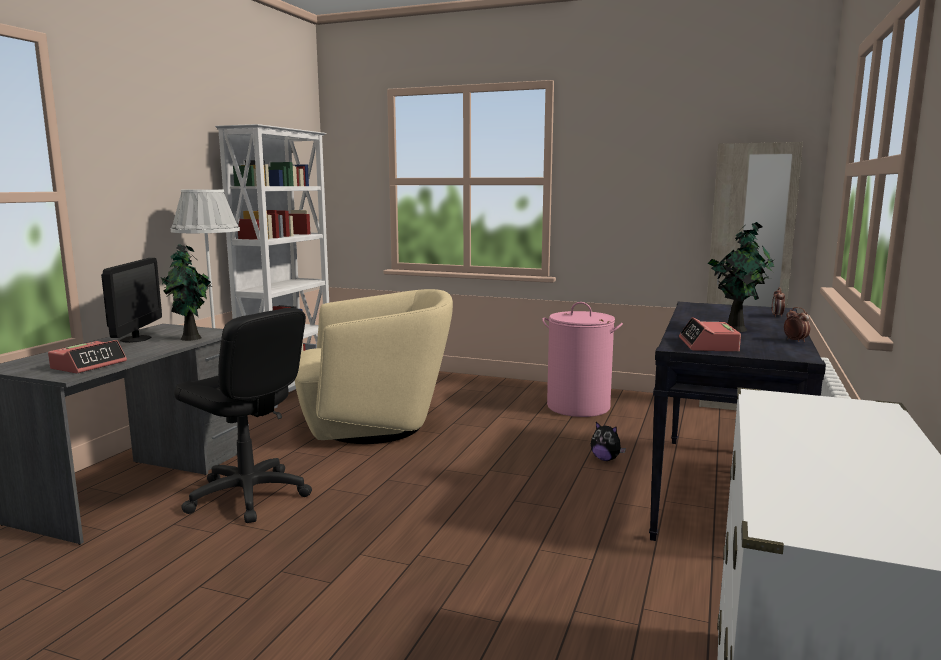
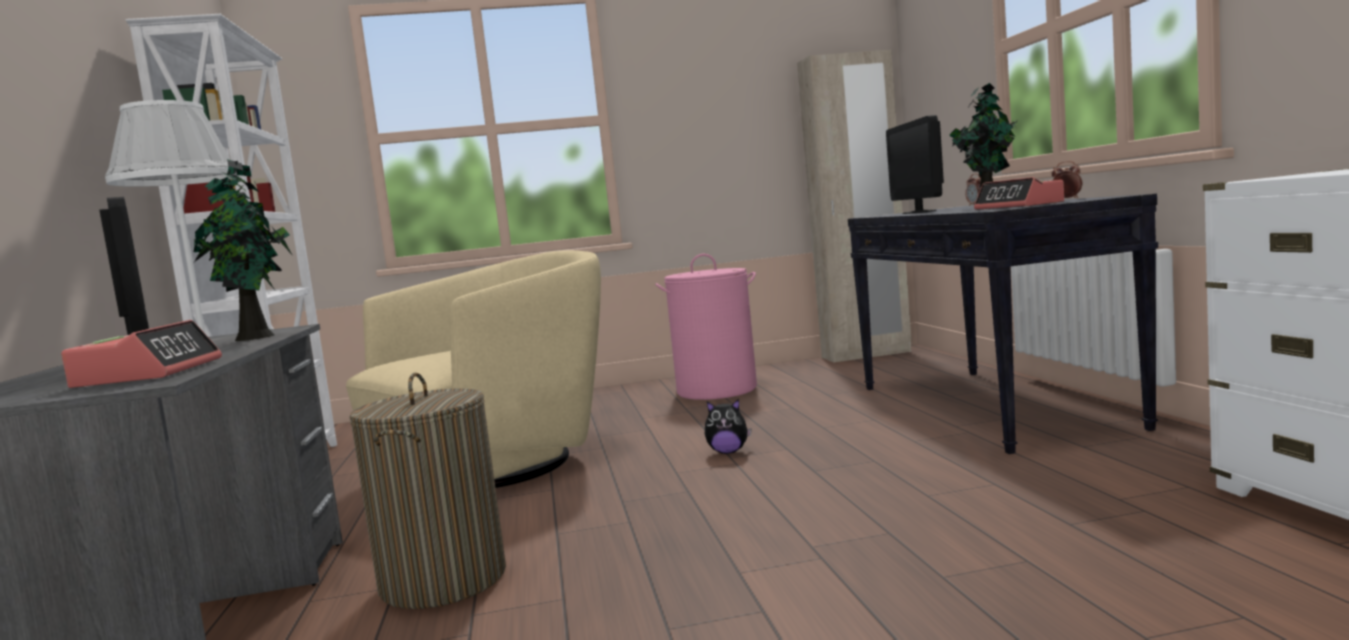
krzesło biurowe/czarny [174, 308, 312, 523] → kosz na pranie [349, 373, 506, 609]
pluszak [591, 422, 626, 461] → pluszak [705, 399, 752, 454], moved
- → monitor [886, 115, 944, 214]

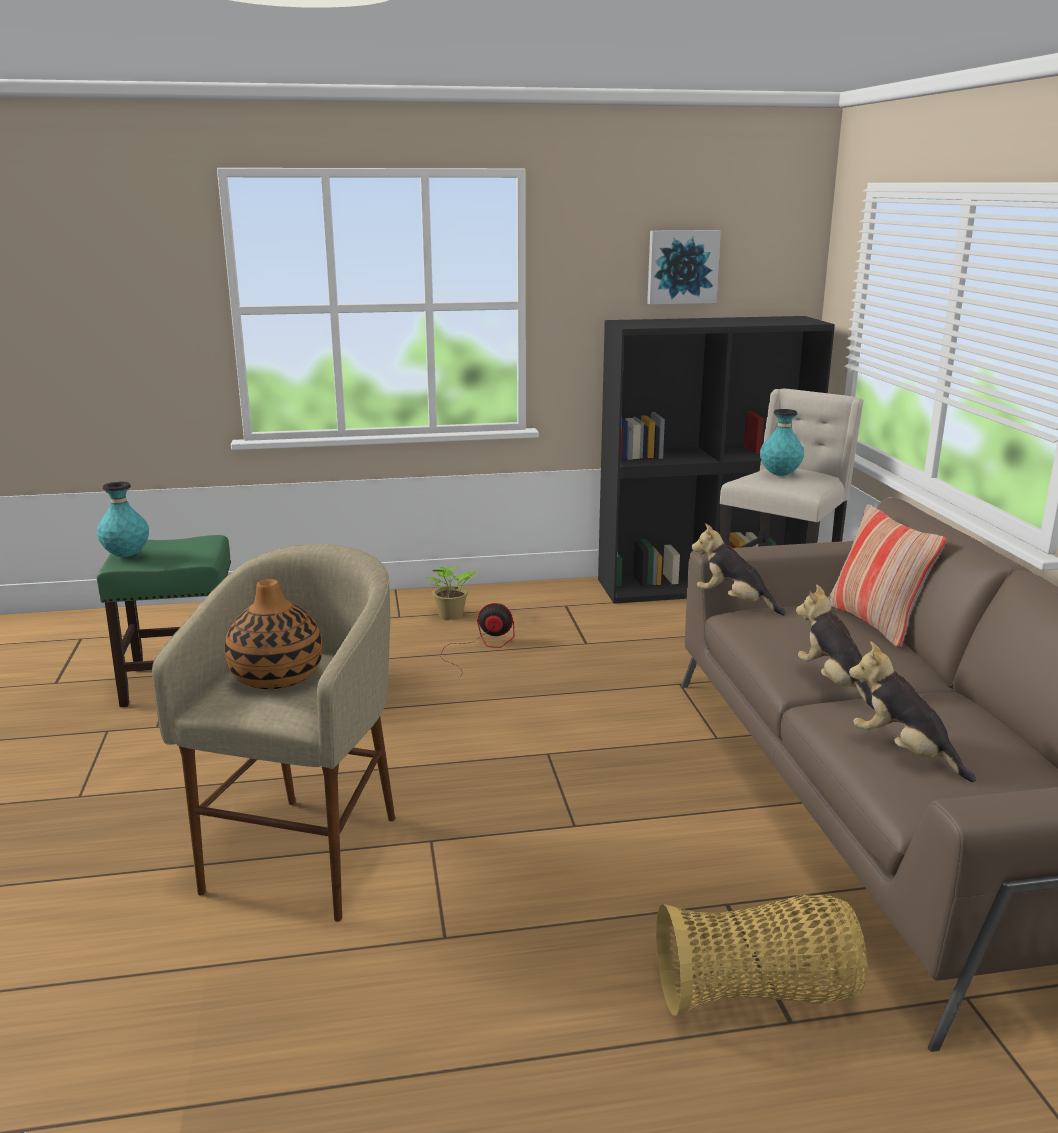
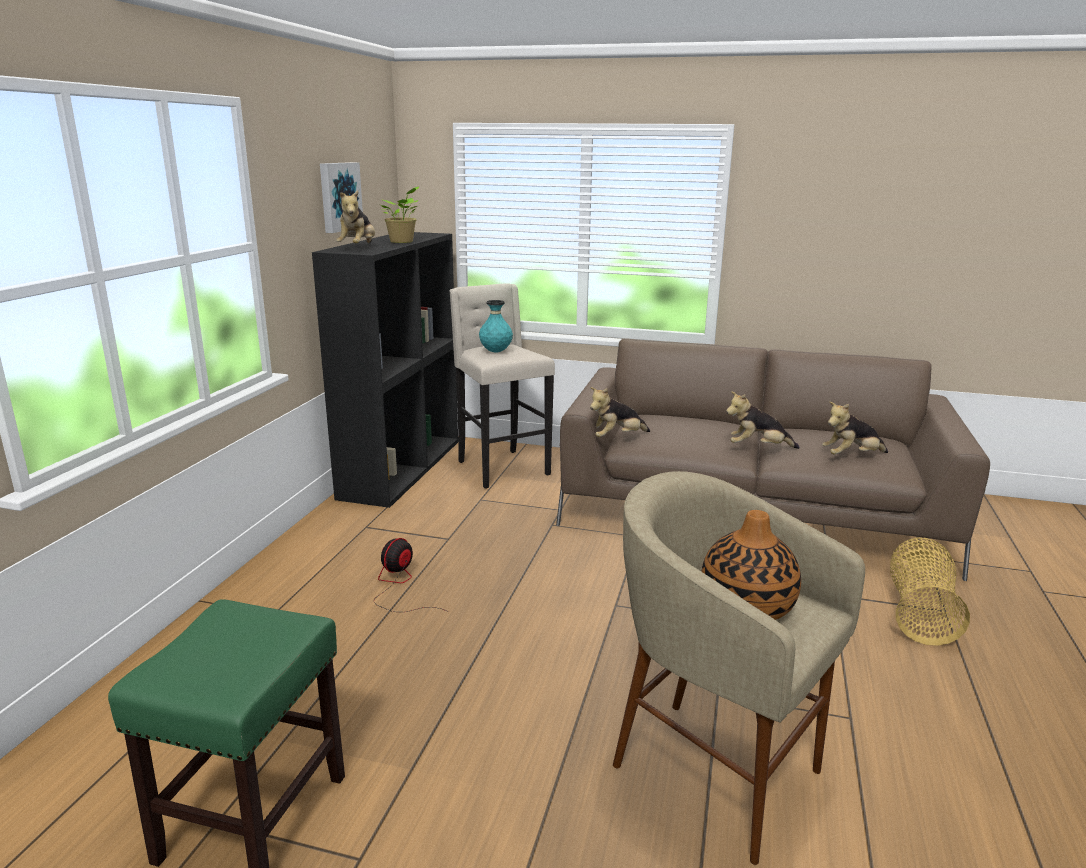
wazon/turkusowy [97, 482, 149, 557] → -
roślina doniczkowa [425, 565, 476, 620] → roślina doniczkowa [381, 186, 419, 243], moved
poduszka [828, 504, 947, 647] → -
- → pluszak [336, 191, 375, 244]

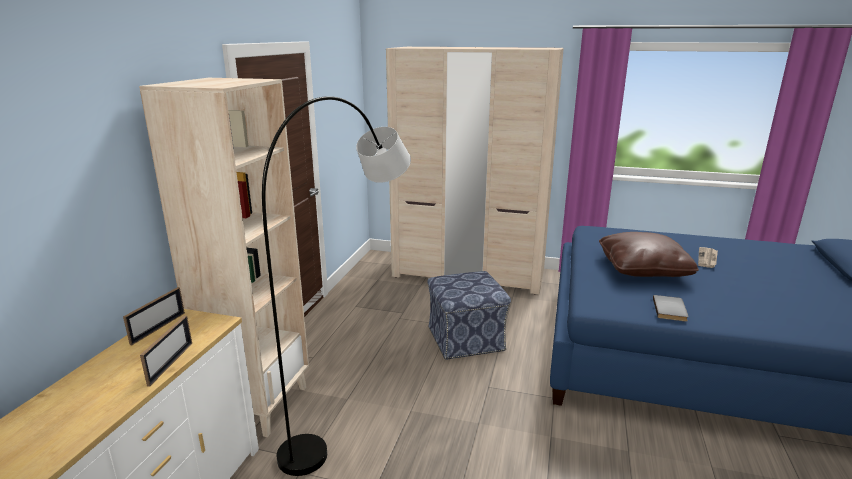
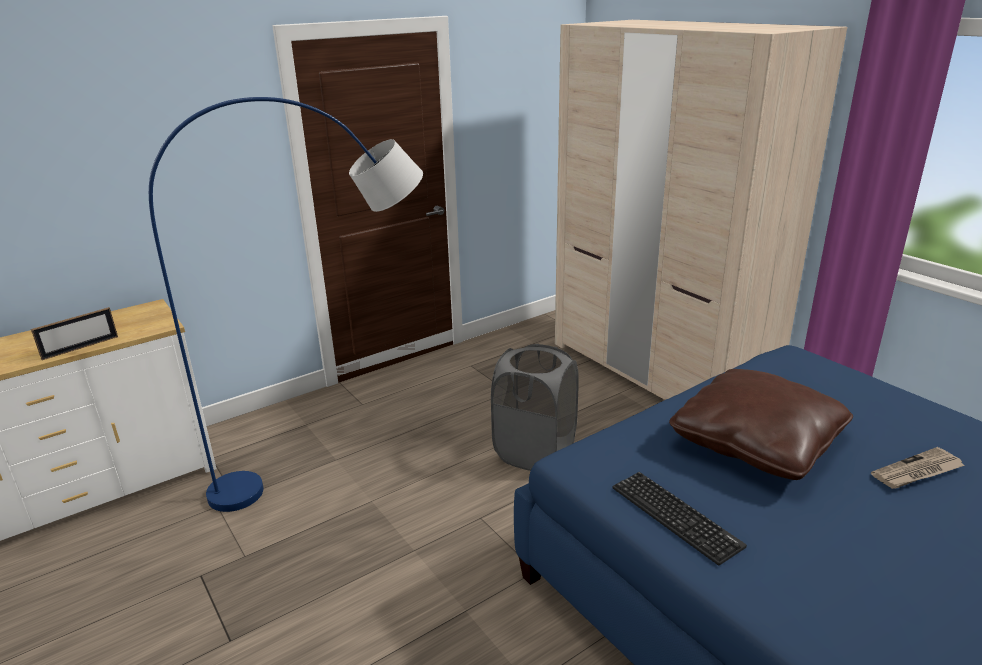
ramka na zdjęcie [123, 287, 185, 345] → -
regał/beżowy [139, 78, 309, 437] → -
lampa stojąca/szary [262, 96, 411, 476] → lampa stojąca/niebieski [149, 97, 423, 512]
pufa [427, 271, 511, 360] → kosz na pranie/szary [491, 344, 579, 471]
książka/szary [653, 295, 689, 322] → klawiatura [613, 472, 747, 565]

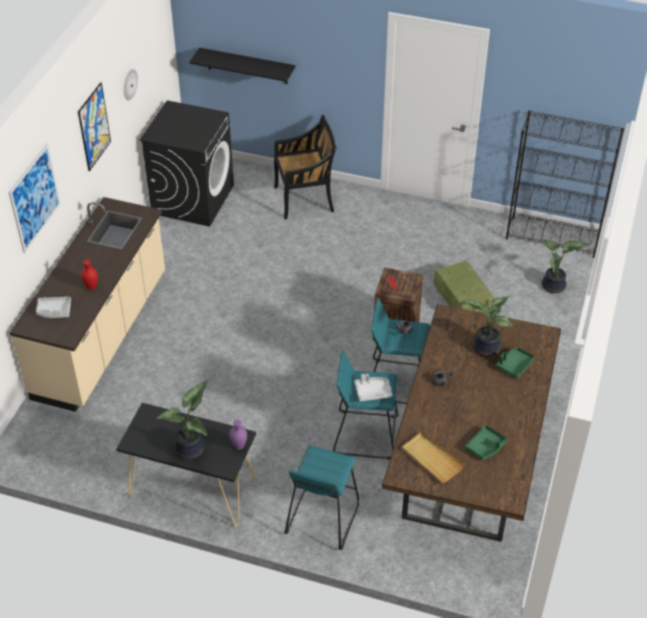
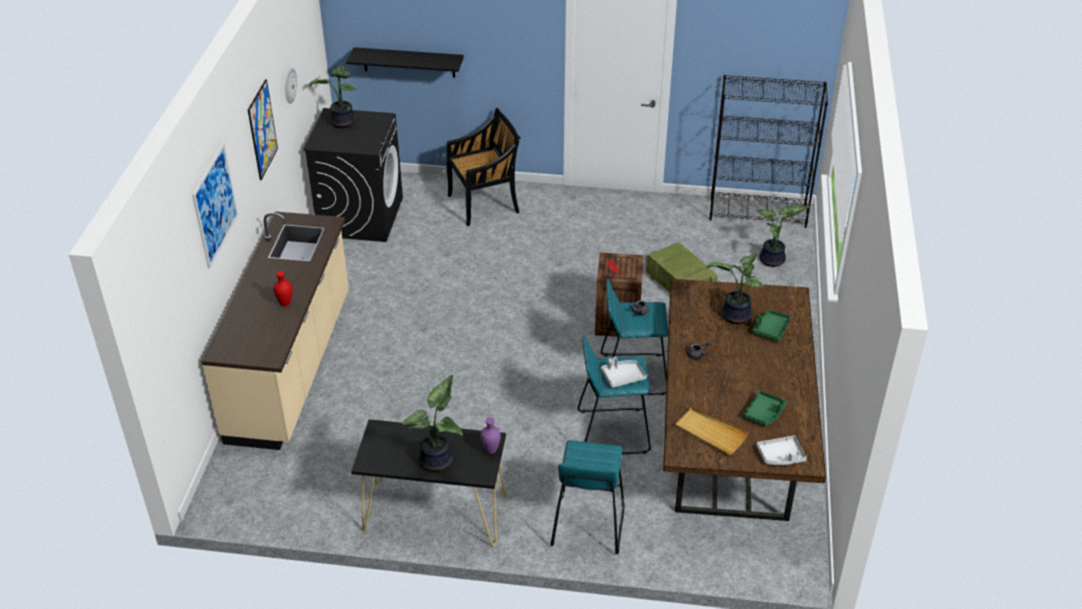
taca/szary [36, 297, 71, 318] → taca/szary [756, 436, 807, 465], moved
- → roślina doniczkowa [308, 65, 356, 128]

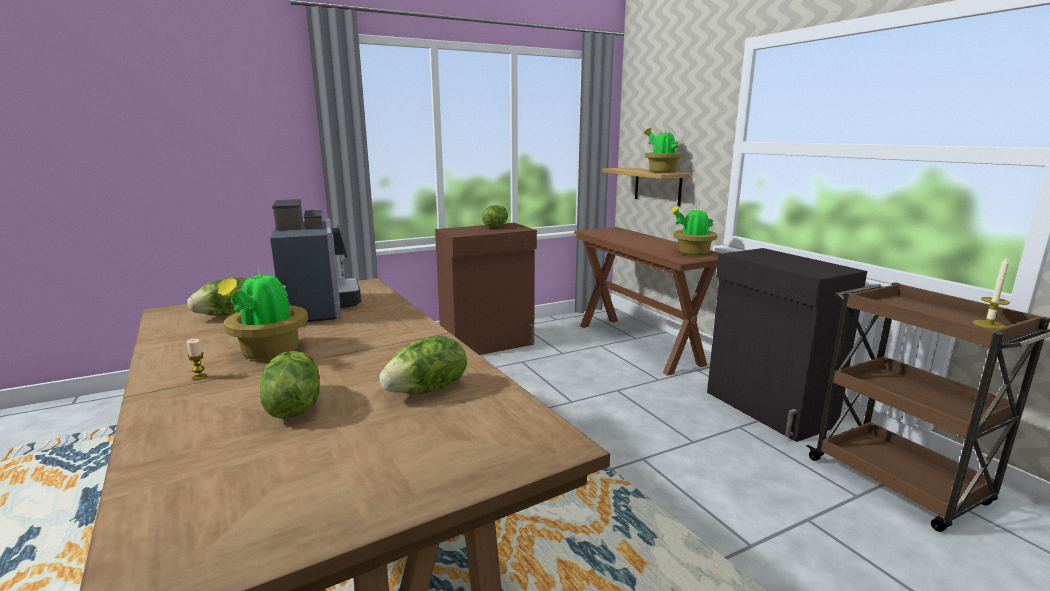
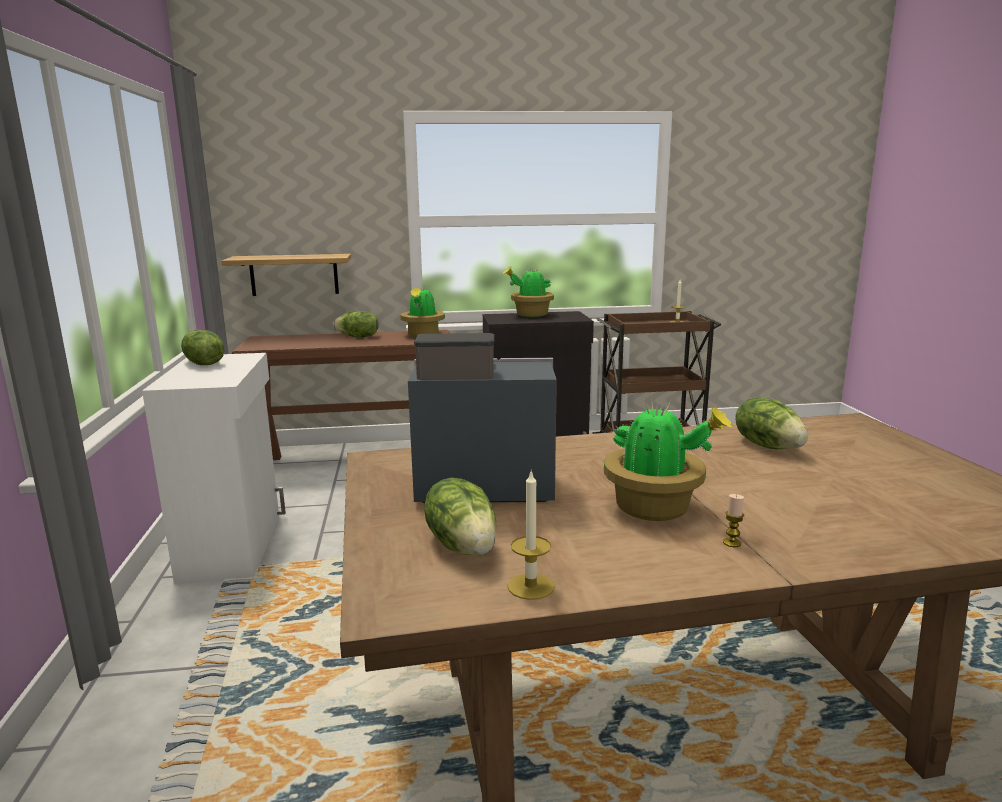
sałata [260, 351, 320, 419] → sałata [333, 311, 379, 337], moved
szafka/brązowy [435, 223, 537, 355] → szafka/biały [142, 353, 286, 584]
roślina doniczkowa [644, 128, 683, 173] → roślina doniczkowa [503, 266, 554, 317], moved
- → świeca [507, 469, 554, 600]

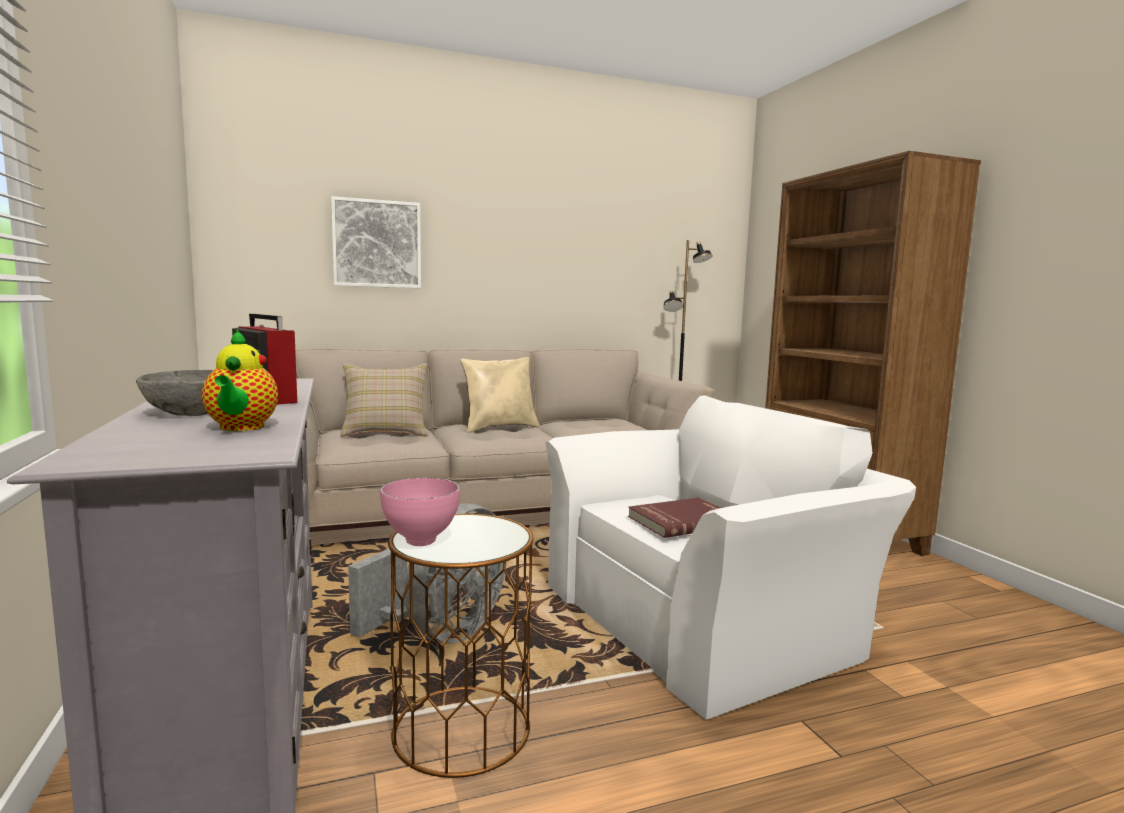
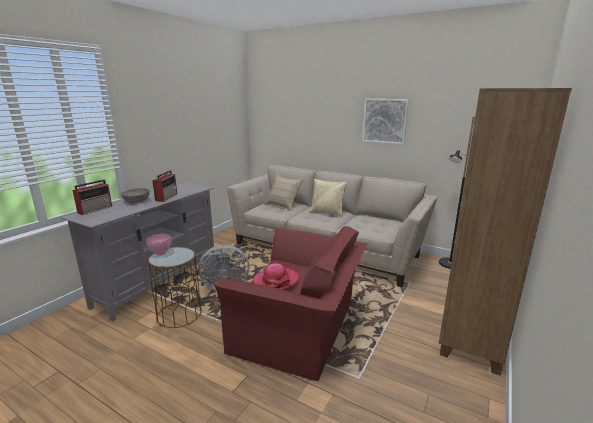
imbryk [202, 329, 278, 431] → -
obraz [331, 196, 421, 288] → obraz [363, 99, 409, 144], moved
fotel/biały [545, 395, 916, 720] → fotel/czerwony [214, 226, 367, 381]
książka/czerwony [628, 498, 721, 538] → kapelusz [253, 263, 299, 289]
- → radio [72, 180, 112, 215]

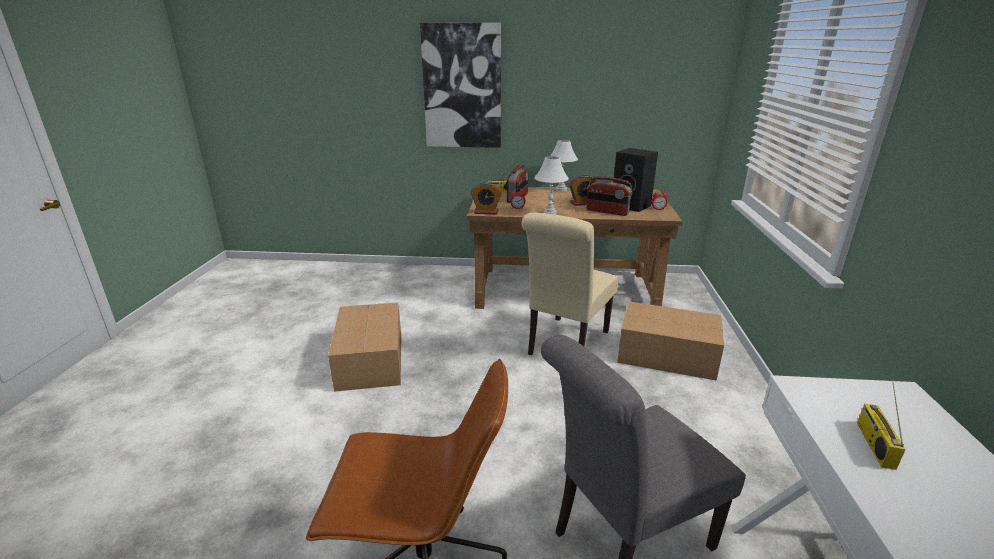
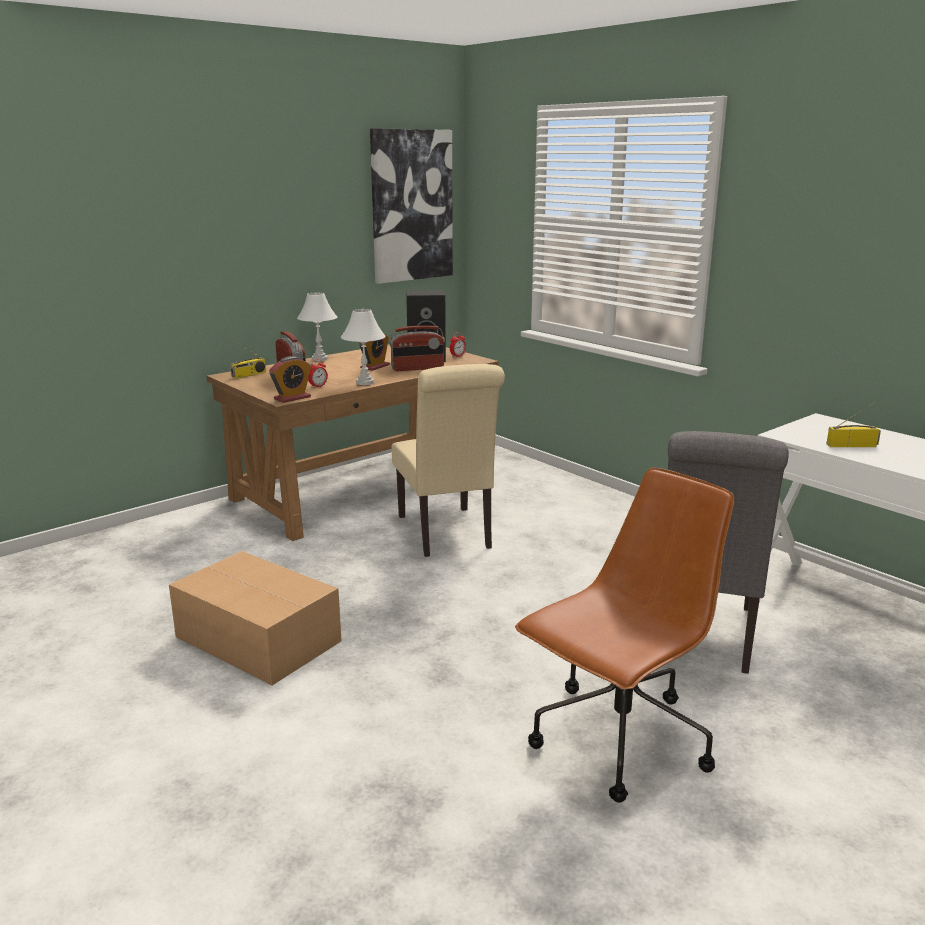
obraz [420, 23, 501, 148] → obraz [370, 128, 453, 284], moved
karton [617, 301, 724, 381] → -
radio [857, 379, 906, 470] → radio [826, 401, 881, 447], 120 degrees clockwise

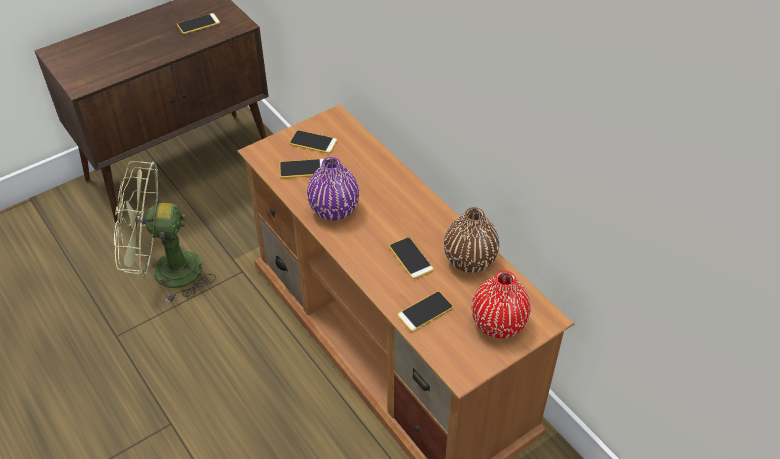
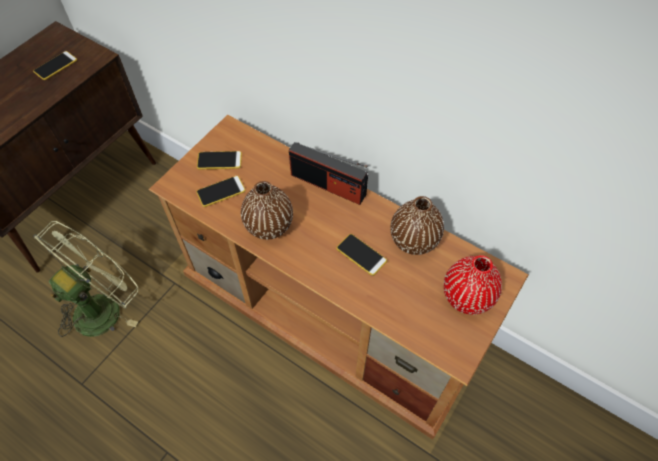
wentylator/zielony [114, 161, 216, 304] → wentylator/zielony [33, 221, 138, 337], 150 degrees clockwise
wazon/fioletowy [307, 157, 359, 220] → wazon/brązowy [241, 181, 293, 239]
telefon [397, 291, 453, 332] → -
- → radio [289, 142, 368, 205]

